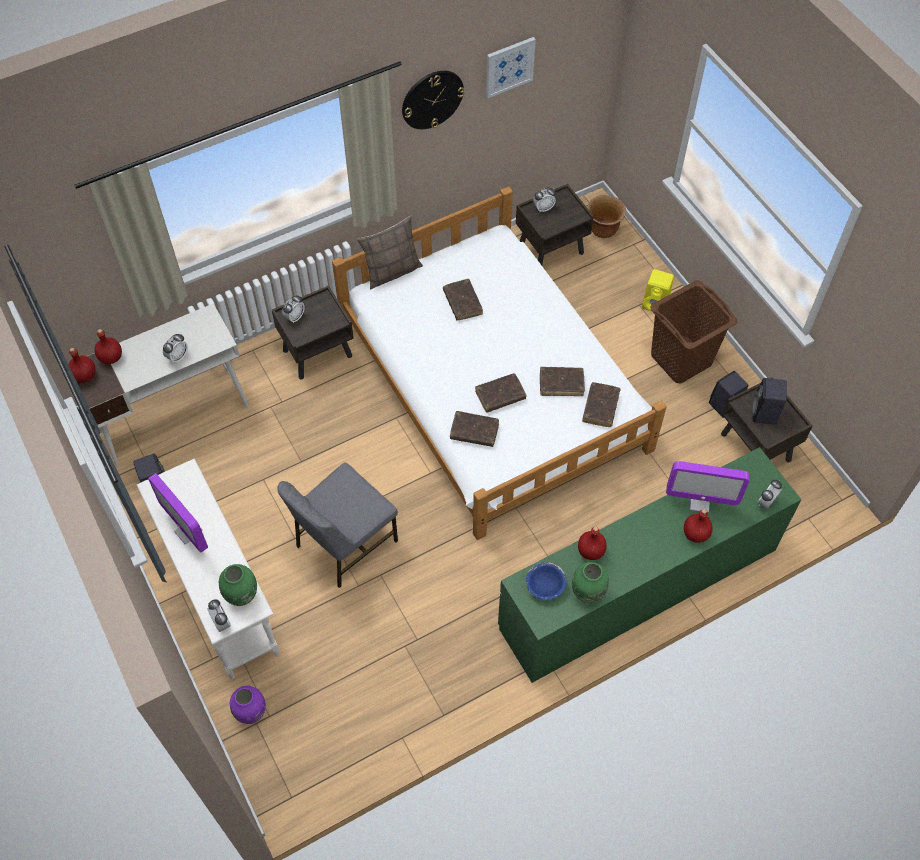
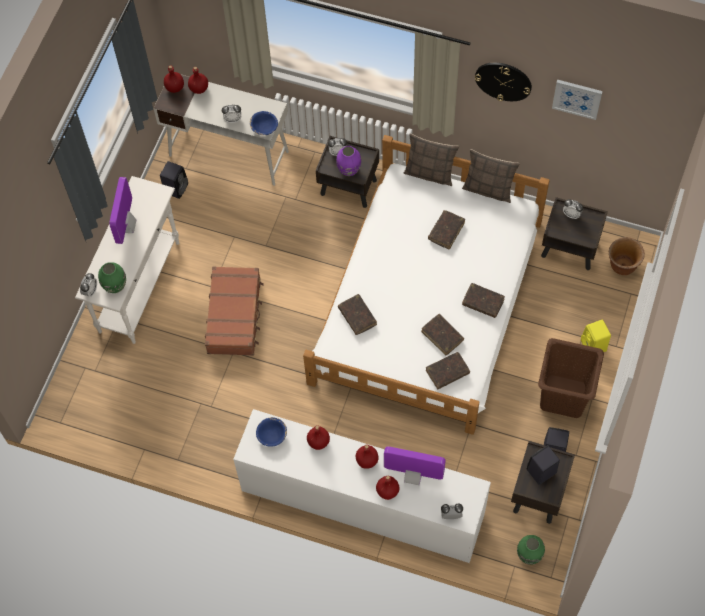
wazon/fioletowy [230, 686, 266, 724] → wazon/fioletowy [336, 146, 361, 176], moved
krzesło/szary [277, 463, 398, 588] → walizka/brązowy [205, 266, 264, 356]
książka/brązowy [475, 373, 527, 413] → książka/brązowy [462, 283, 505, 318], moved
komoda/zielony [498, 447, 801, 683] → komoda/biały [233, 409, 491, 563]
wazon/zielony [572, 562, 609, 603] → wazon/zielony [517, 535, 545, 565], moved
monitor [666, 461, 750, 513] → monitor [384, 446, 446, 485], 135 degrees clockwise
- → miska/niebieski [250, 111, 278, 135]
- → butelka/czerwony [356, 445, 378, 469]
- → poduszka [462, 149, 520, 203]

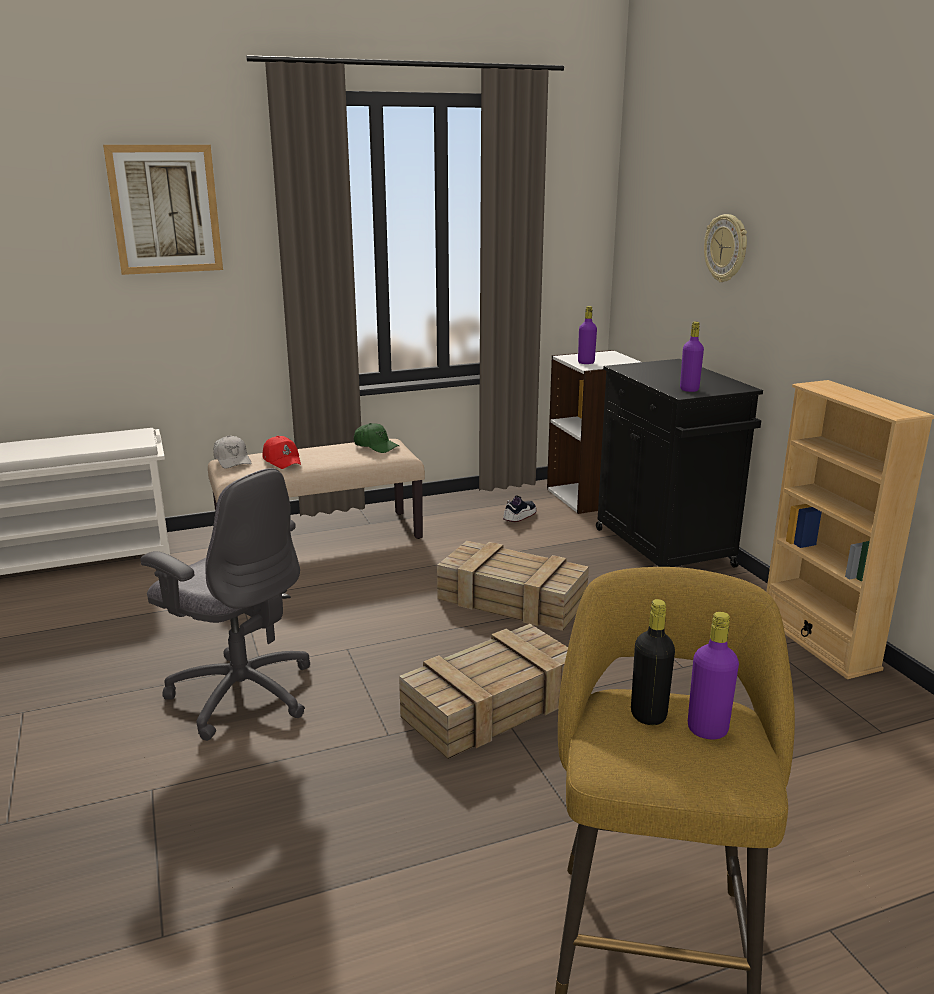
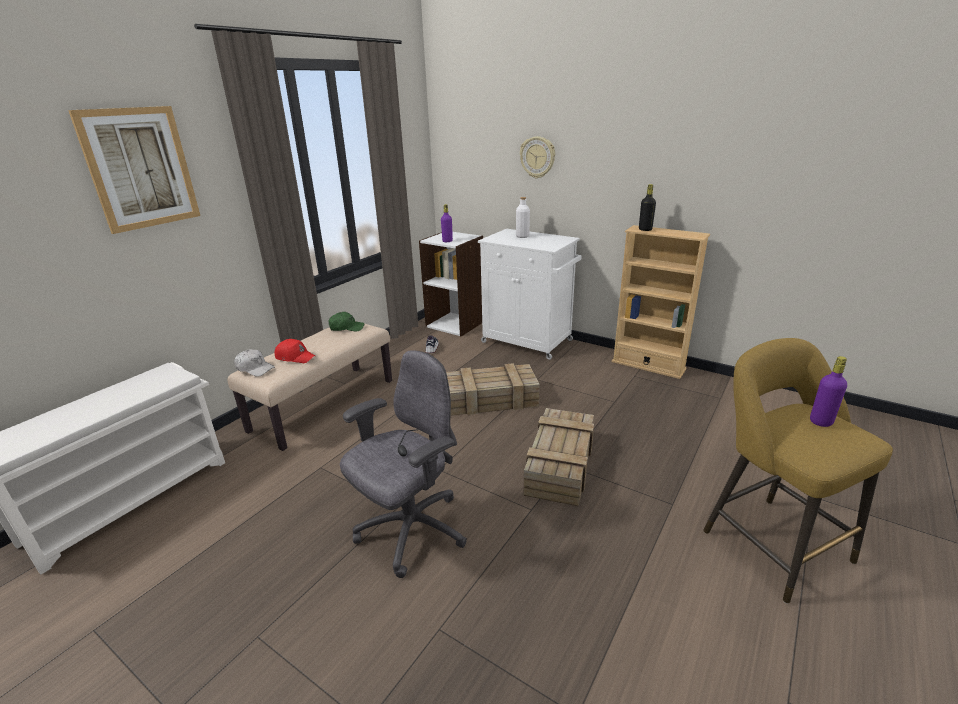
krzesło biurowe/szary [140, 468, 310, 741] → krzesło biurowe/szary [340, 350, 467, 578], 45 degrees counterclockwise
szafka/czarny [596, 359, 763, 568] → szafka/biały [478, 229, 582, 360]
butelka/czarny [631, 599, 675, 725] → butelka/czarny [639, 184, 656, 231], moved
butelka/fioletowy [680, 322, 704, 392] → -
- → butelka/biały [516, 197, 530, 238]

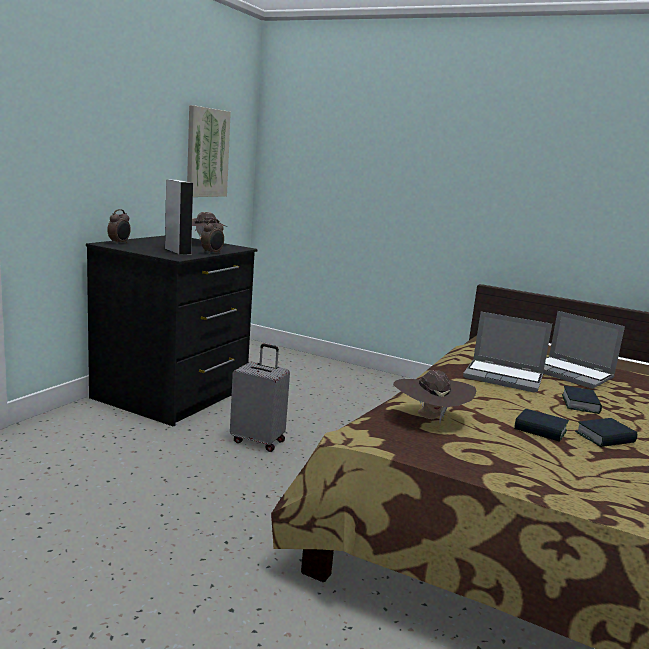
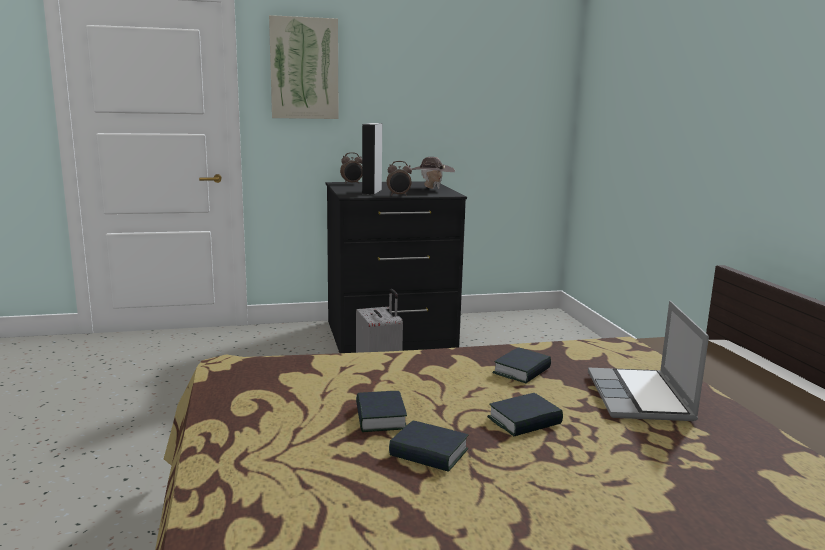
obraz [187, 105, 231, 197] → obraz [269, 15, 339, 119], moved
kapelusz/brązowy [393, 370, 476, 423] → -
laptop [463, 312, 552, 393] → książka [492, 347, 551, 383]

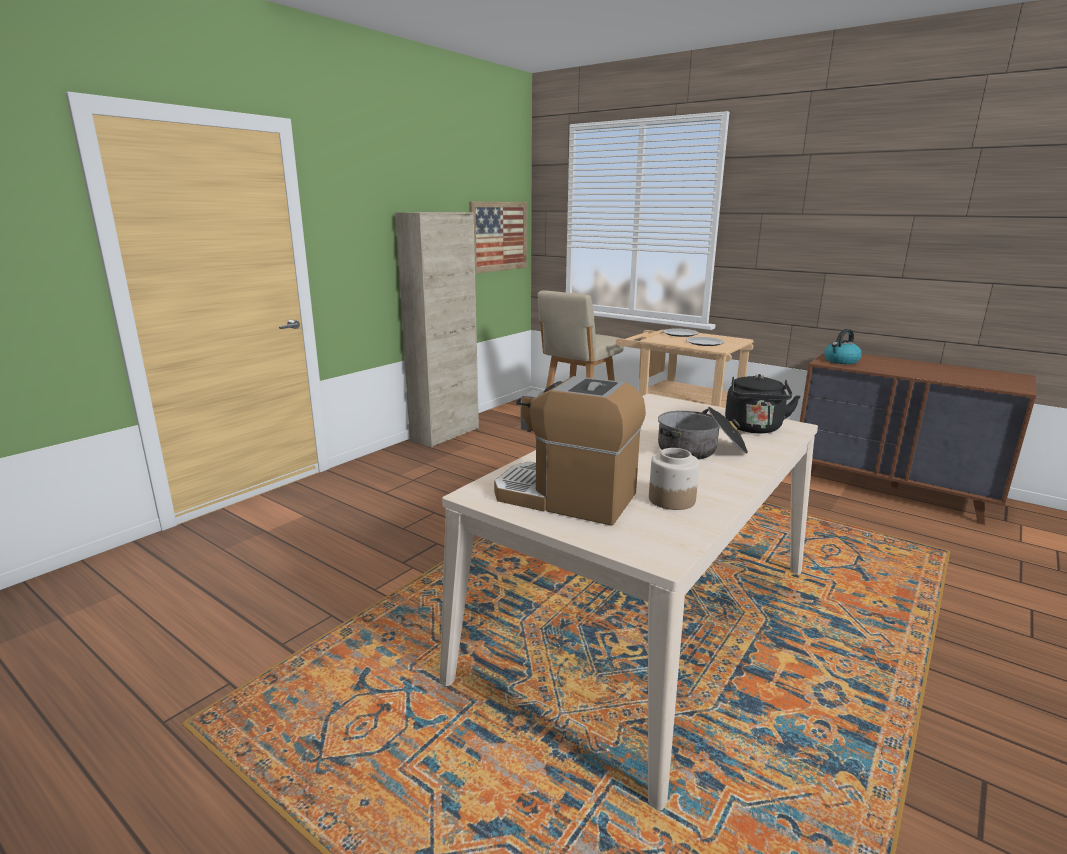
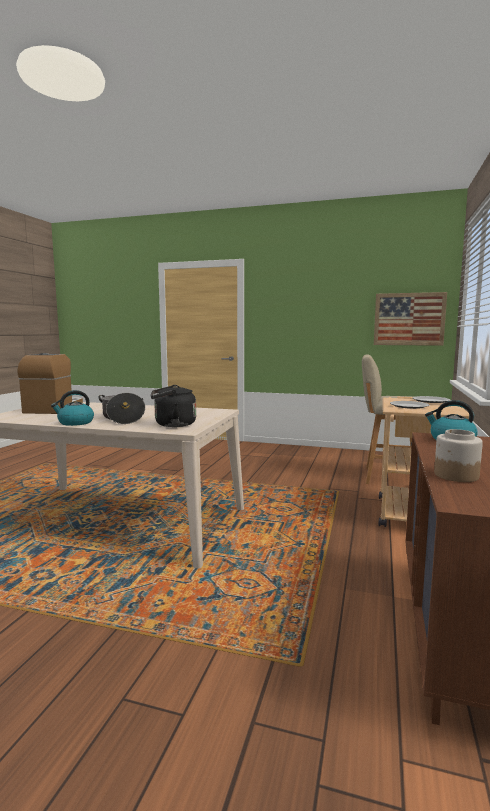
szafka/beżowy [395, 212, 479, 447] → -
słoik [649, 448, 700, 510] → słoik [434, 429, 483, 482], moved
- → czajnik [51, 390, 94, 426]

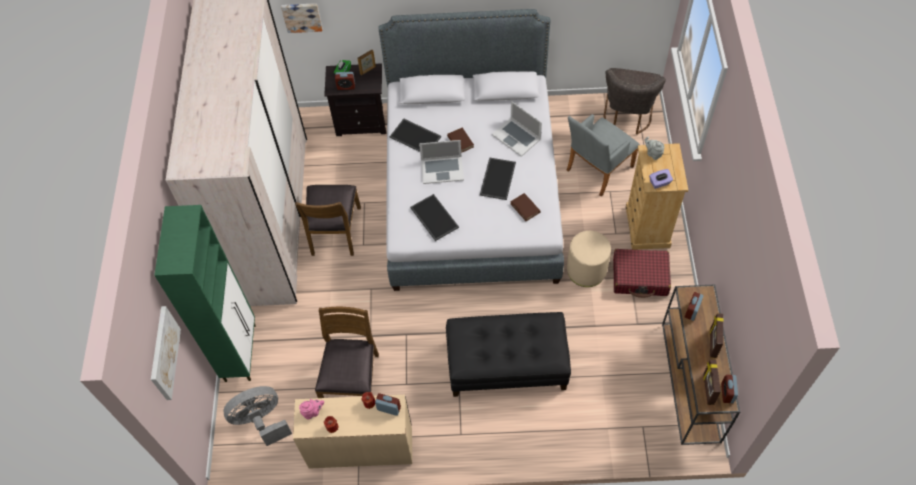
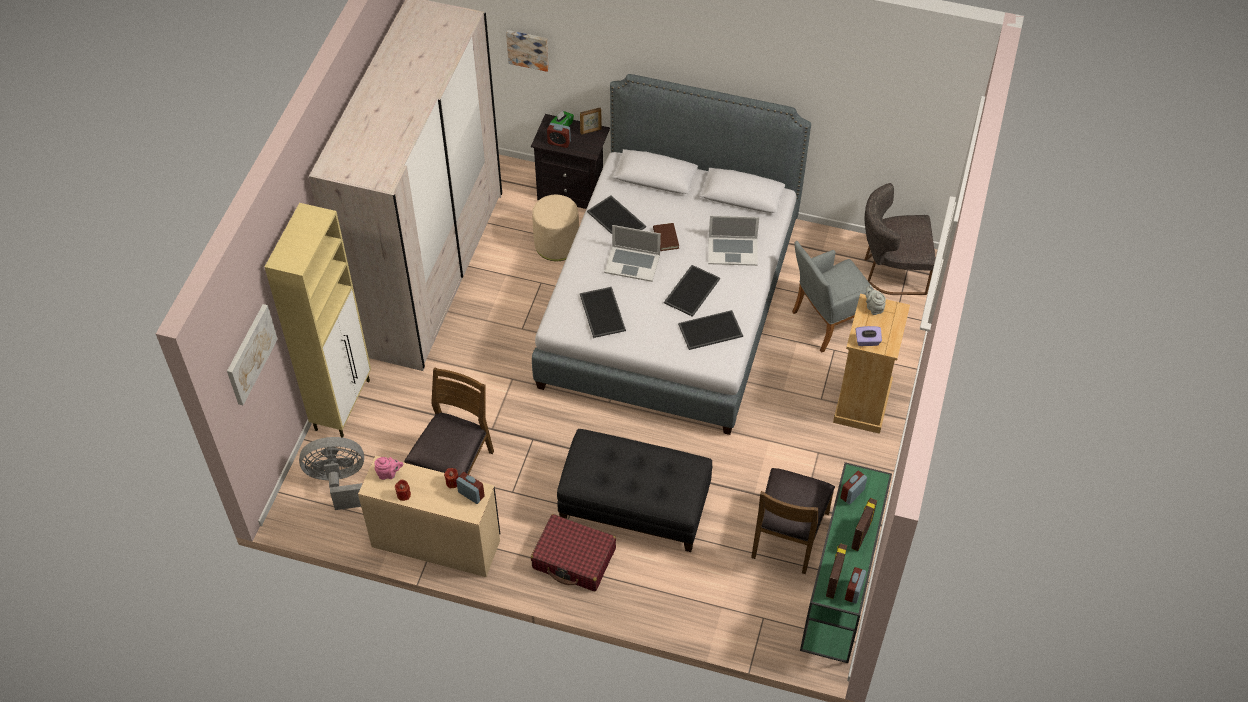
szafka/zielony [154, 205, 256, 382] → szafka/beżowy [265, 203, 371, 438]
krzesło/brązowy [295, 185, 361, 256] → krzesło/brązowy [751, 468, 835, 574], moved
laptop [492, 101, 542, 157] → laptop [708, 216, 759, 266], 60 degrees counterclockwise
książka/brązowy [510, 193, 541, 221] → taca [678, 310, 743, 350]
pufa/beżowy [567, 231, 611, 287] → pufa/beżowy [532, 195, 579, 261], moved
krzesło/szary [604, 68, 666, 135] → krzesło/szary [865, 183, 936, 295], 60 degrees clockwise
walizka/czerwony [613, 249, 671, 298] → walizka/czerwony [531, 514, 616, 591], moved
stolik konsolowy/brązowy [662, 284, 740, 445] → stolik konsolowy/zielony [800, 462, 892, 663]

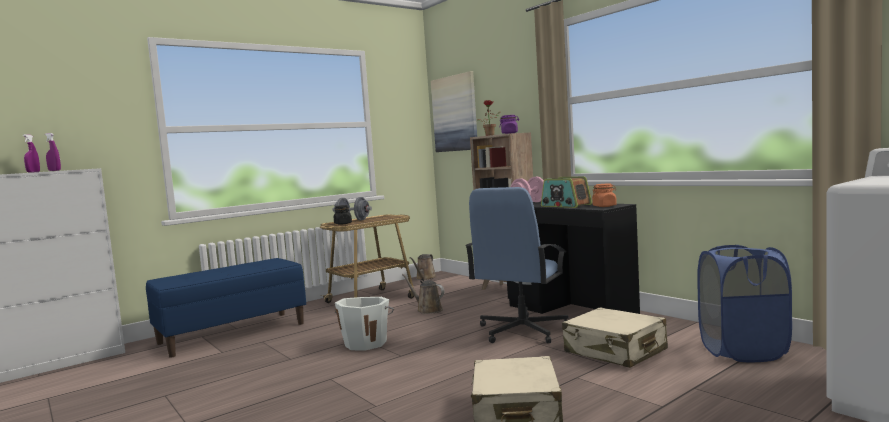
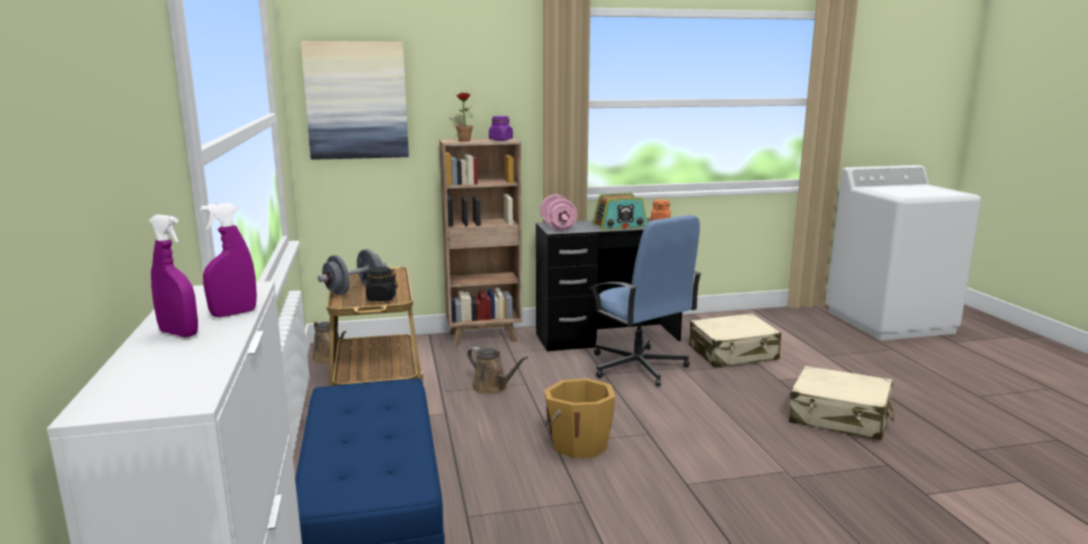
wiadro/biały [335, 297, 394, 351] → wiadro/pomarańczowy [543, 378, 615, 459]
konewka/brązowy [402, 274, 444, 314] → konewka/brązowy [467, 347, 528, 394], 120 degrees counterclockwise
kosz na pranie/niebieski [697, 245, 792, 362] → -

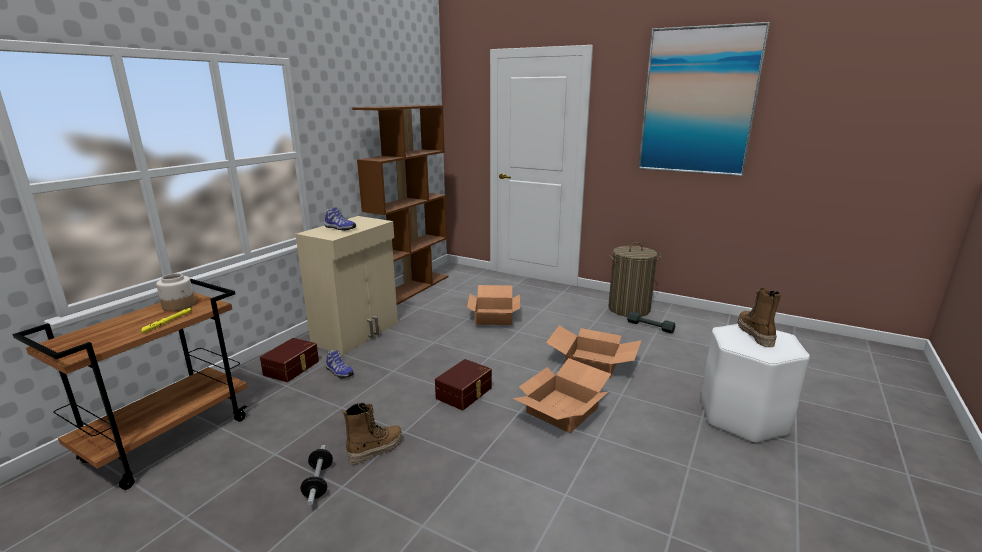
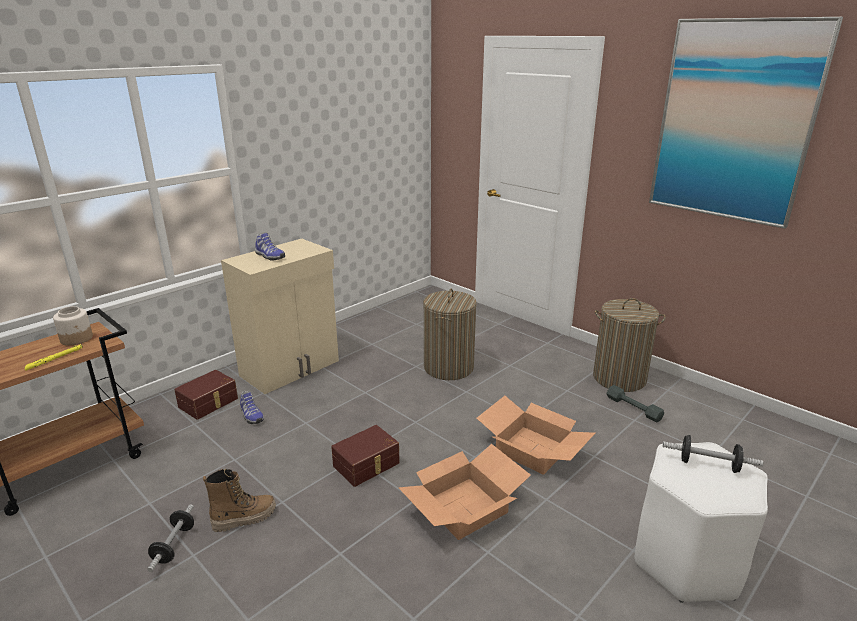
regał/brązowy [352, 105, 448, 305] → -
karton [467, 285, 520, 325] → kosz na pranie [423, 289, 477, 380]
but z cholewką [738, 288, 781, 347] → hantel [663, 435, 763, 473]

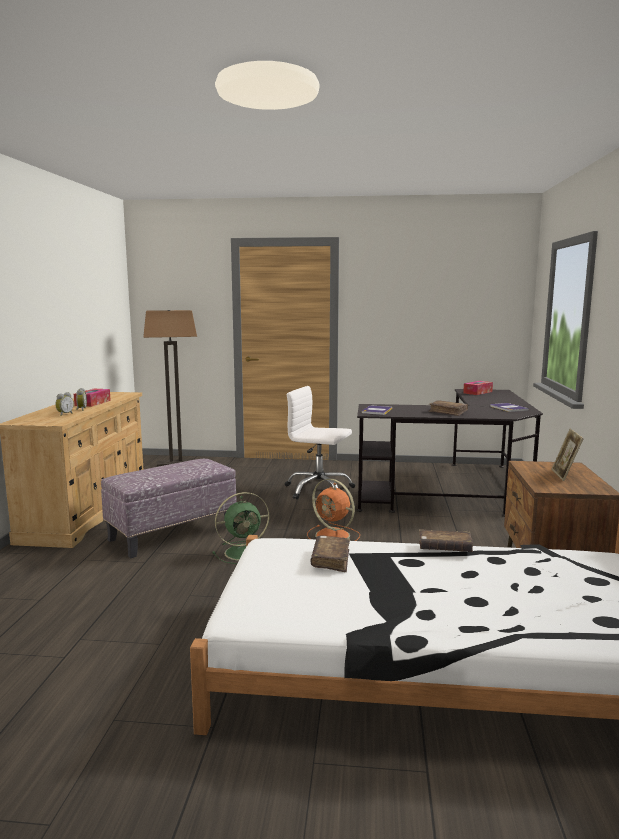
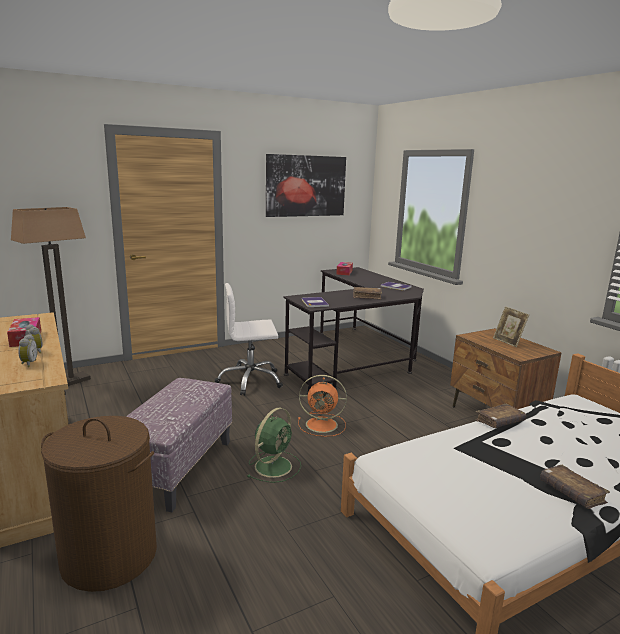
książka/brązowy [310, 535, 350, 572] → książka/brązowy [540, 465, 610, 509], moved
- → kosz na pranie/brązowy [41, 416, 157, 592]
- → obraz [266, 154, 346, 217]

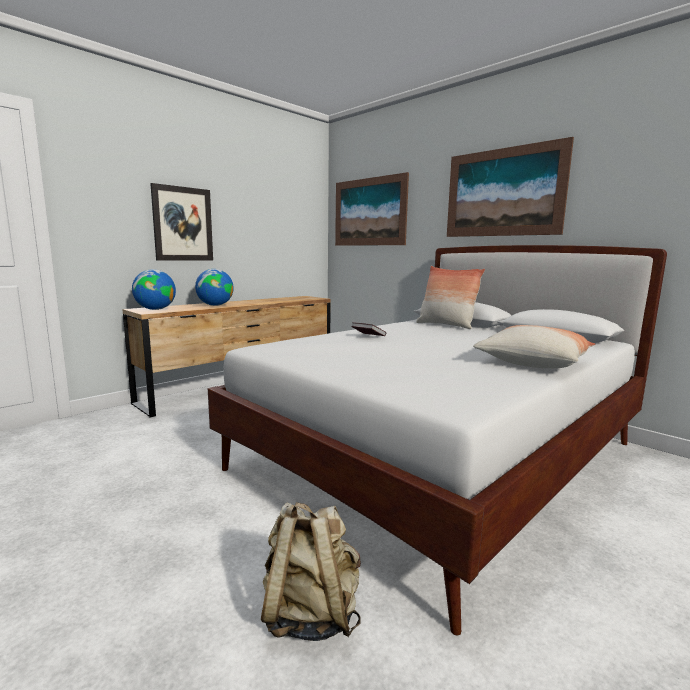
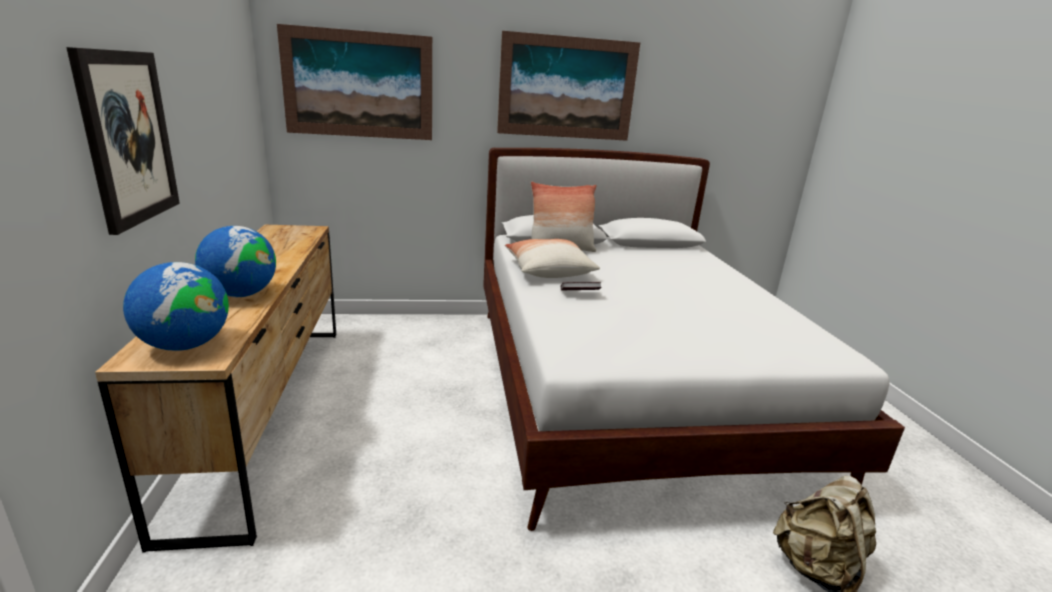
poduszka [473, 325, 595, 368] → poduszka [505, 239, 600, 278], moved

